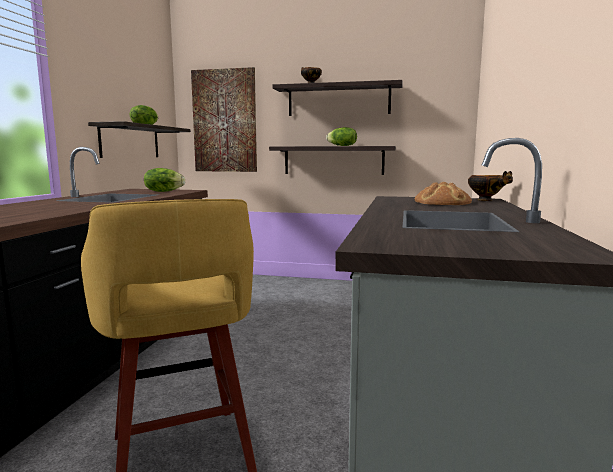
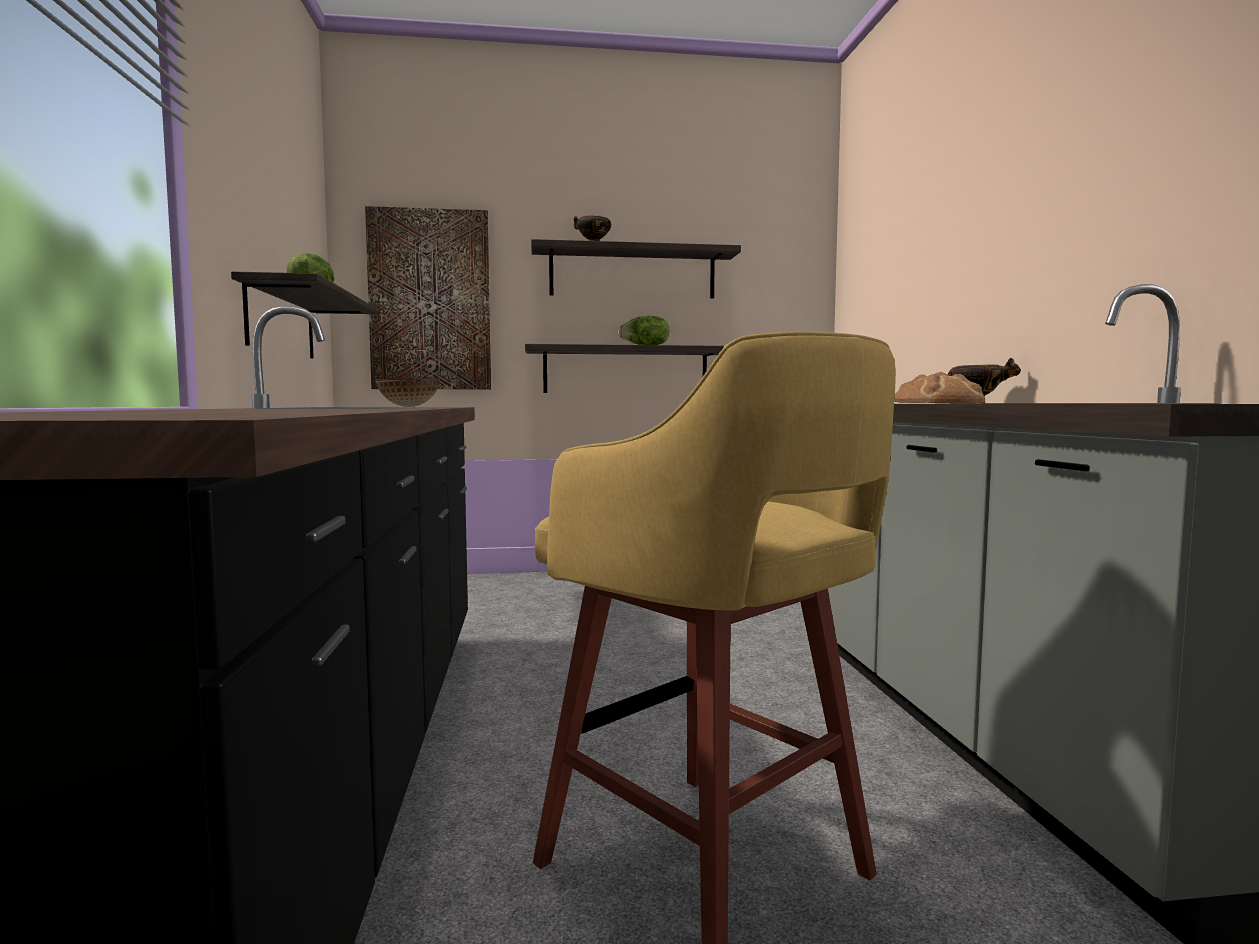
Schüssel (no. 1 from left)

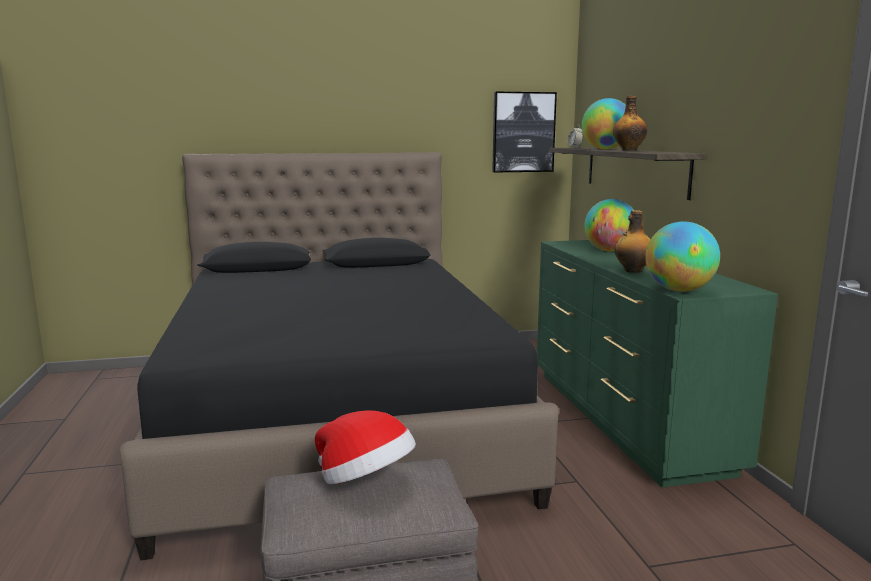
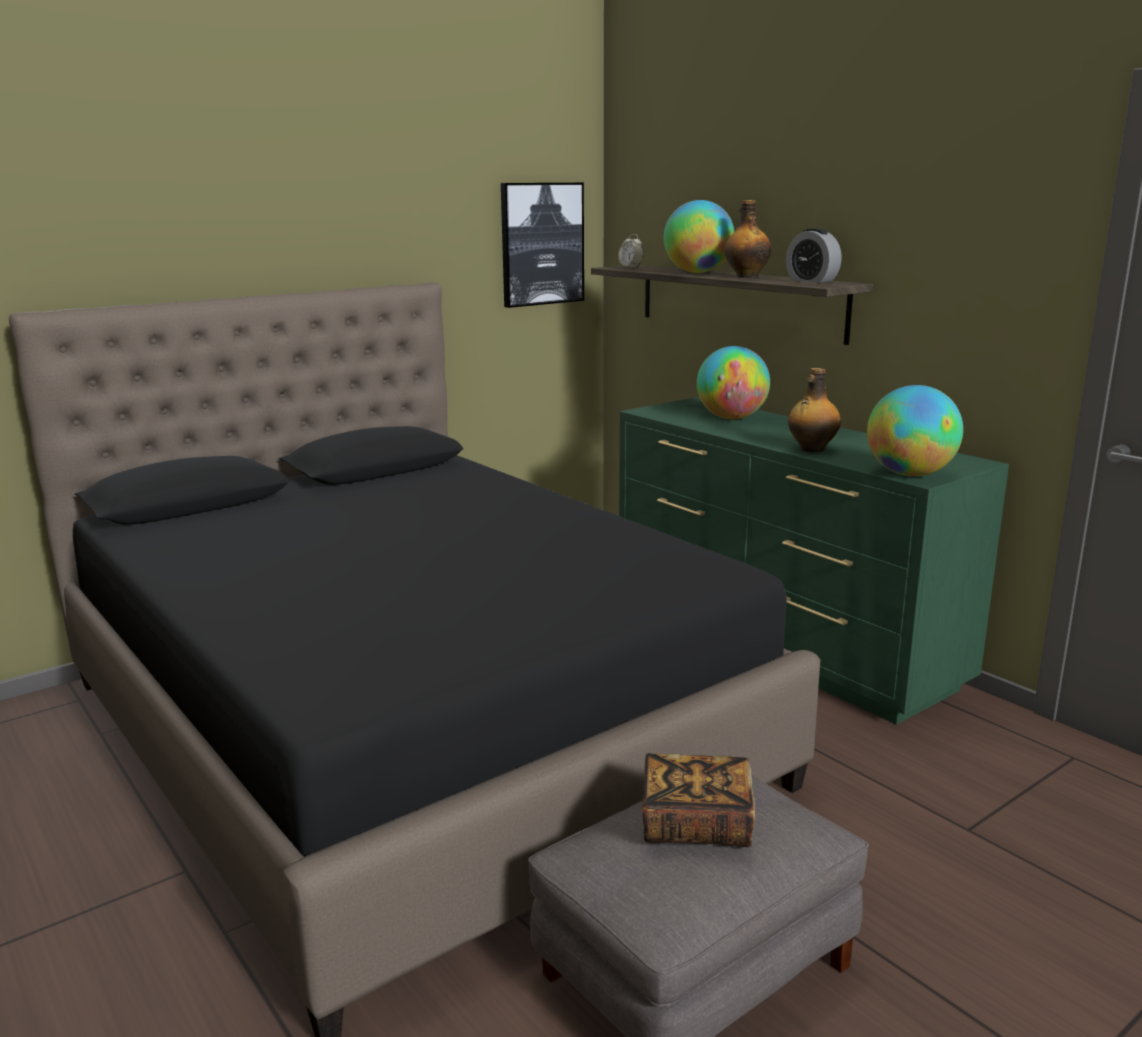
Wecker (no. 2 from left)
Buch

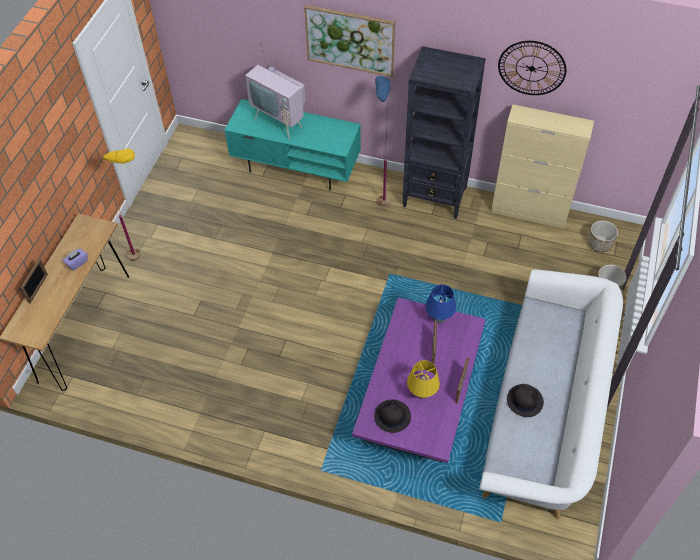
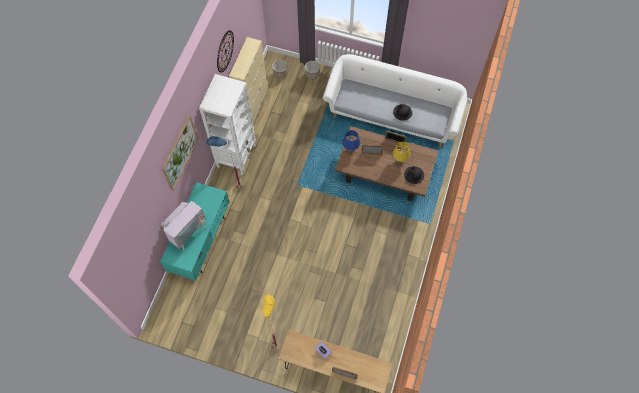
Couchtisch/braun
Bücherregal/weiß

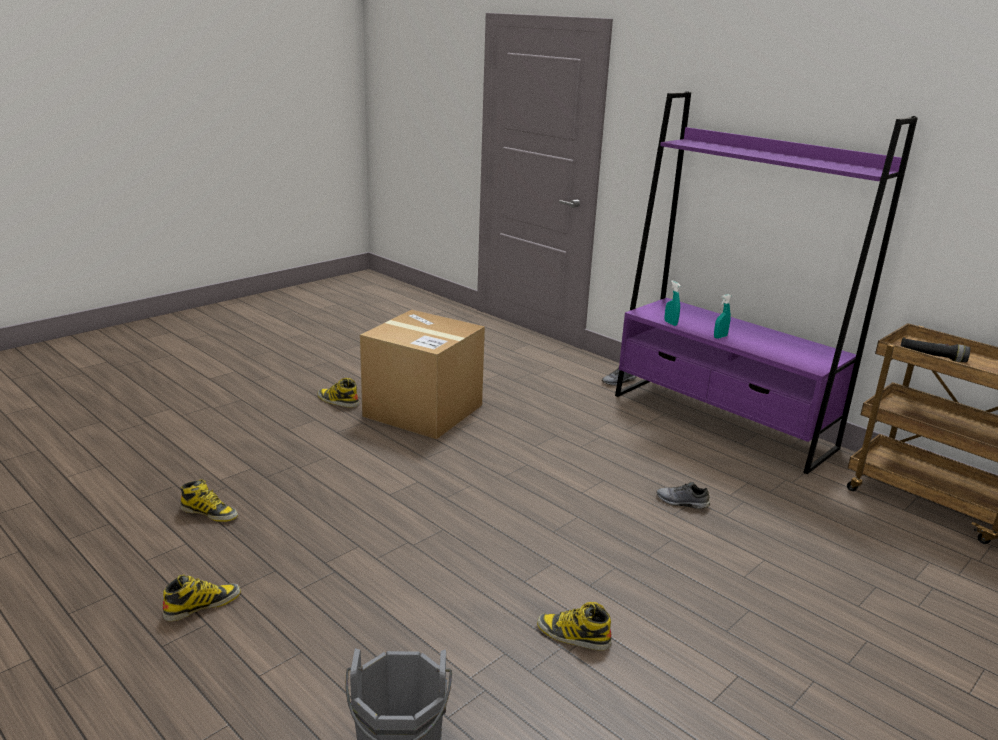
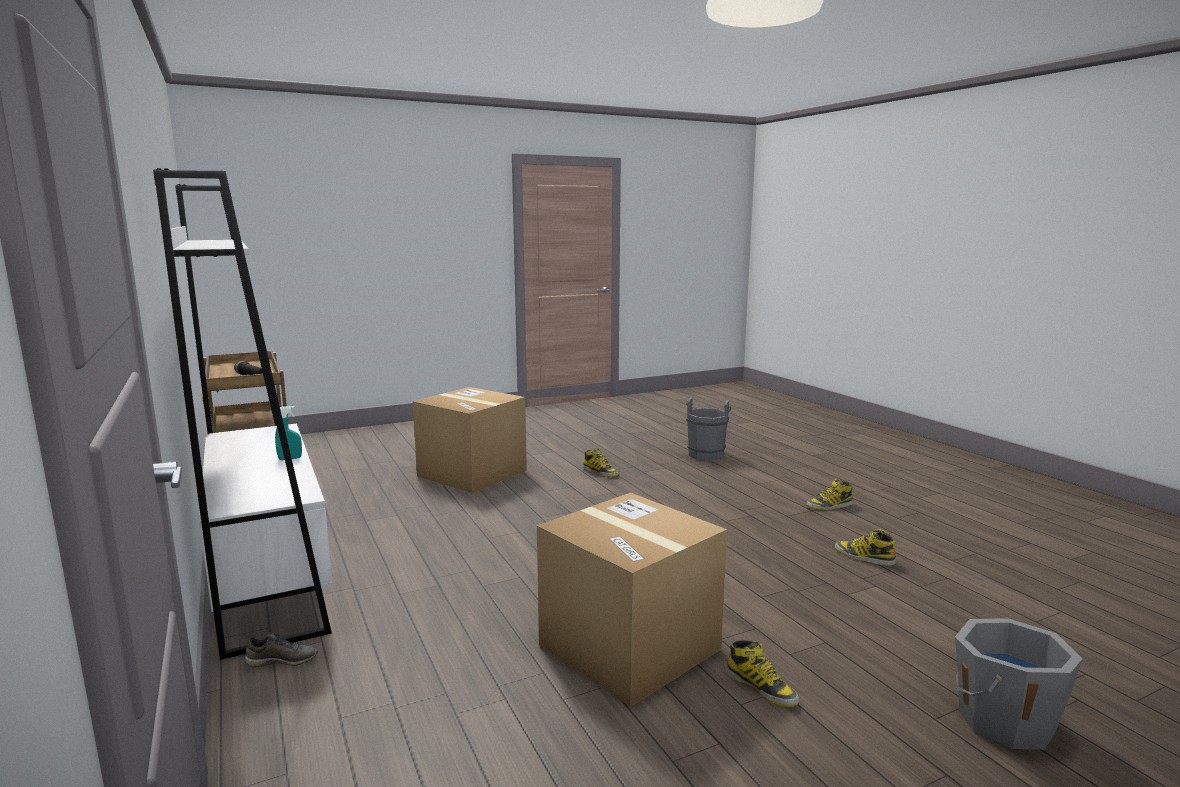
Schuh/grau (no. 2 from left in the first image)
Sprühflasche/türkis (no. 1 from left in the first image)
Karton (no. 1 from left)
Eimer/grau (no. 2 from left)
Bücherregal/weiß

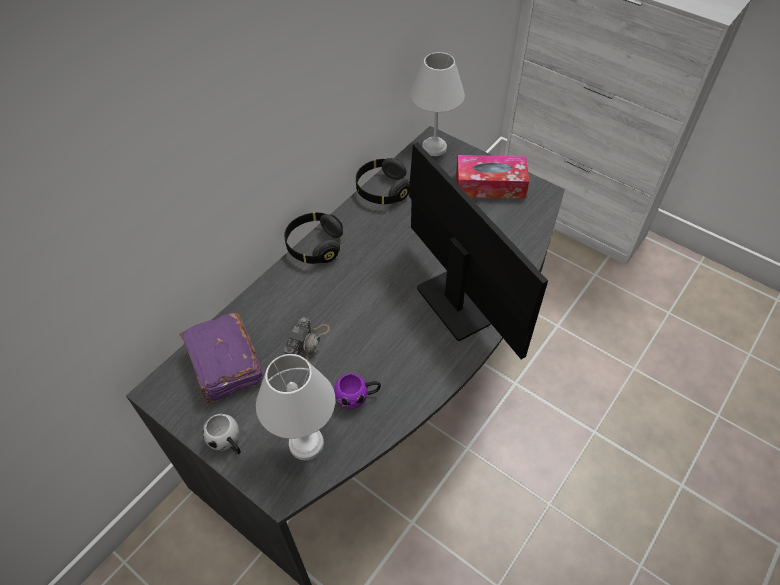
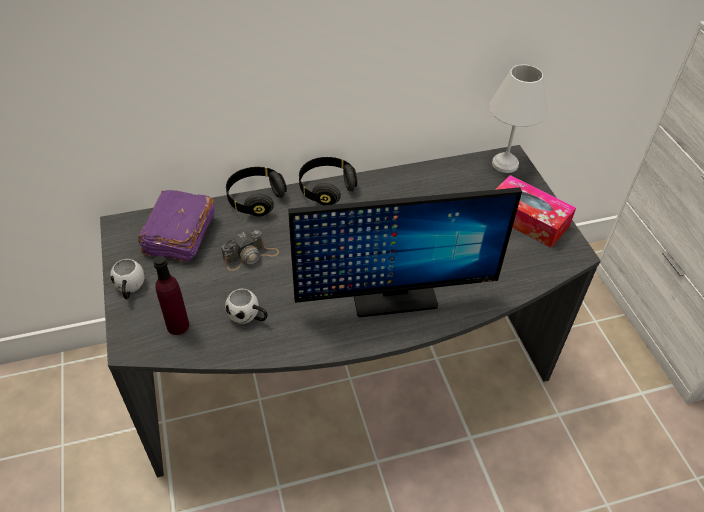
Kopfhörer/schwarz (no. 1 from left)
Flasche/lila
Henkelbecher/weiß (no. 2 from left)
Monitor

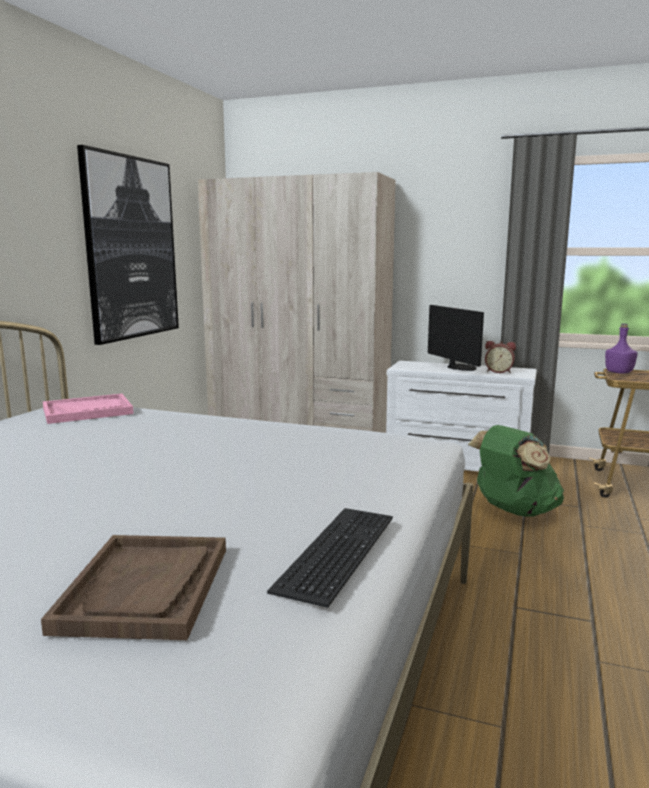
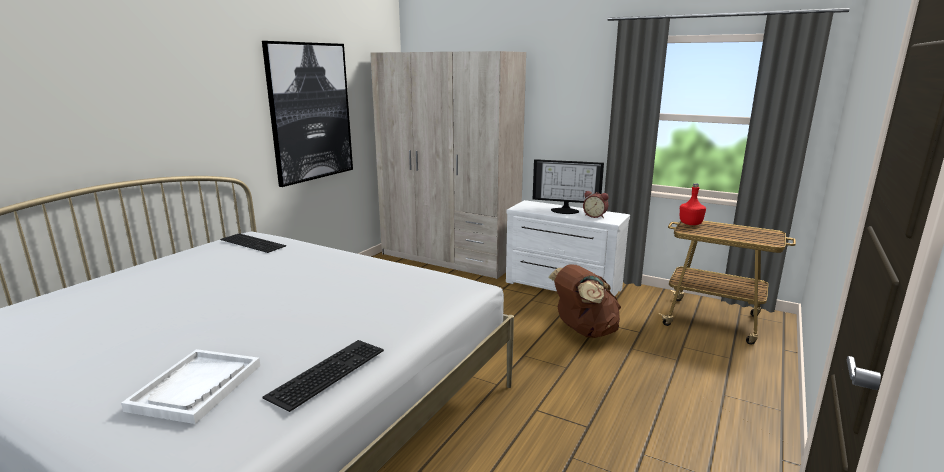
Tastatur (no. 1 from left)
Tablett/weiß
Rucksack/braun
Flasche/rot
Monitor

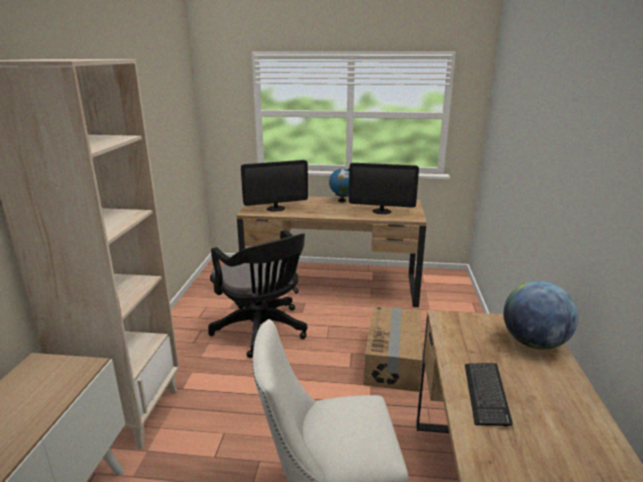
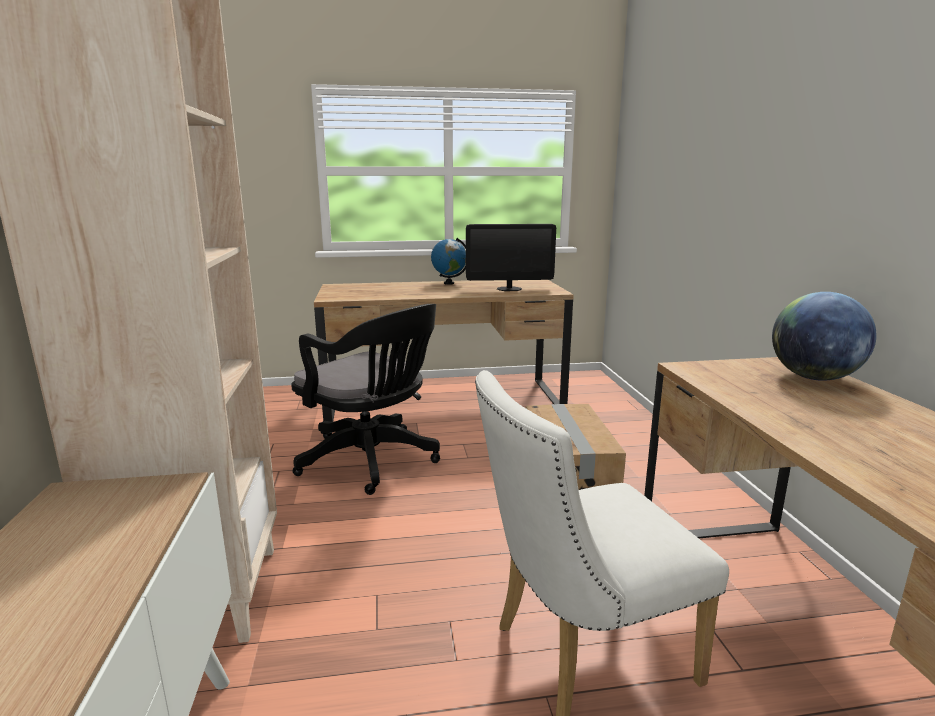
Monitor (no. 1 from left in the first image)
Tastatur

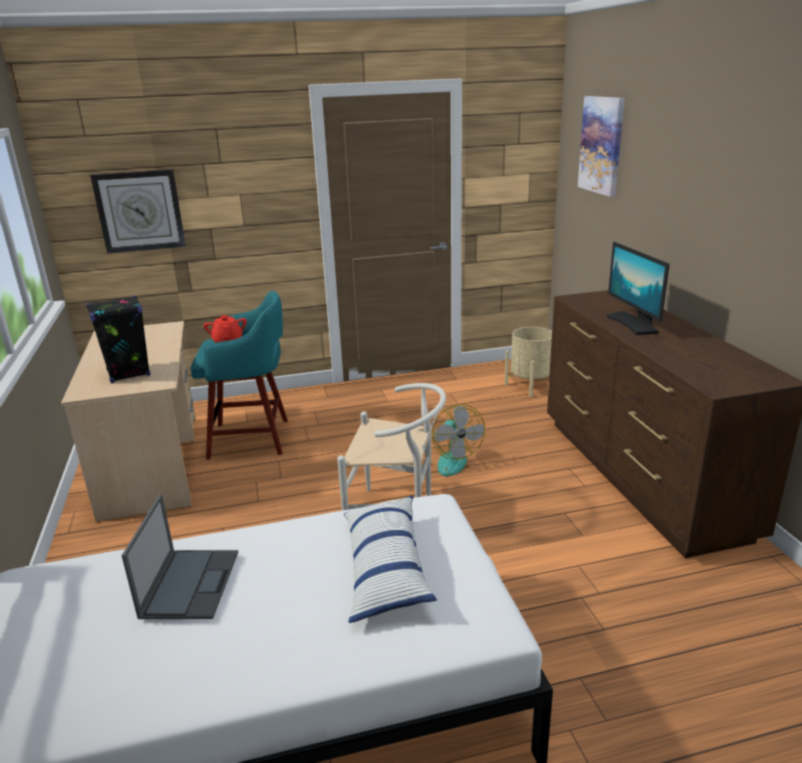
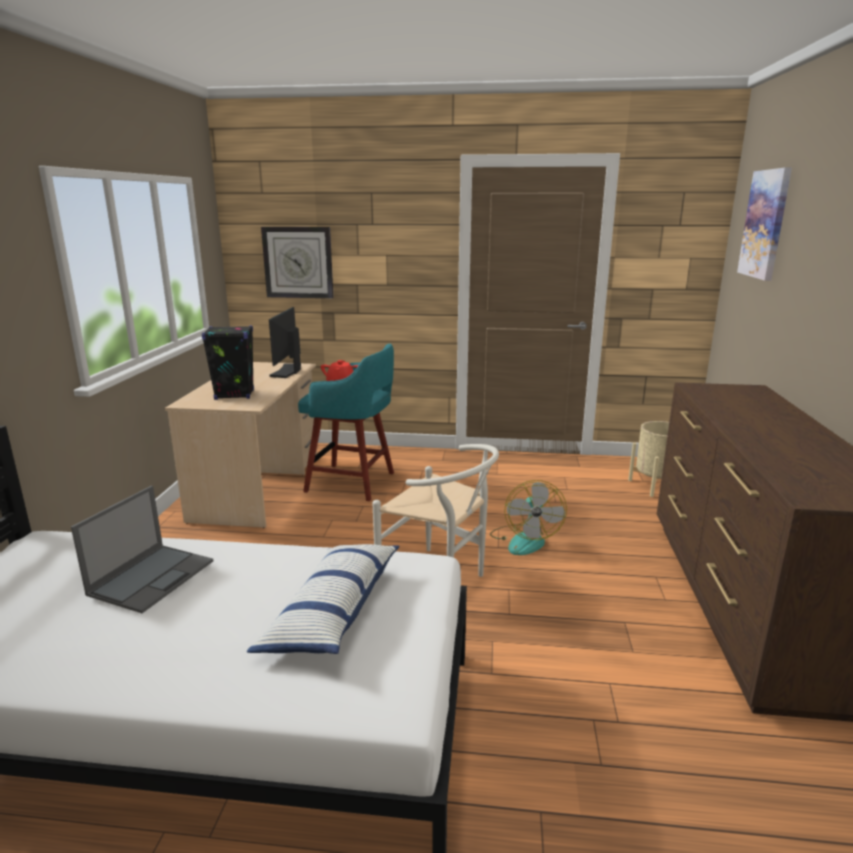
Monitor

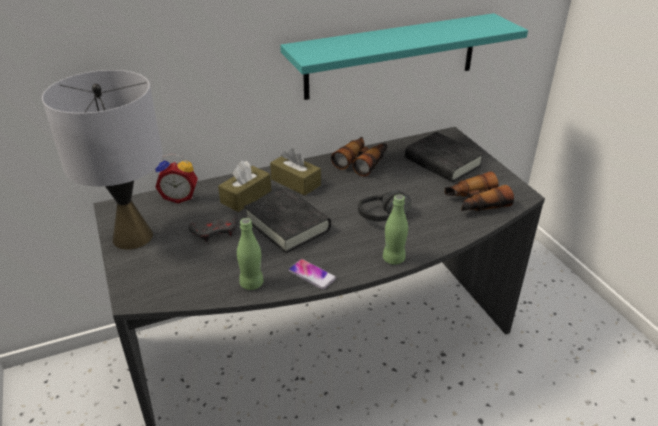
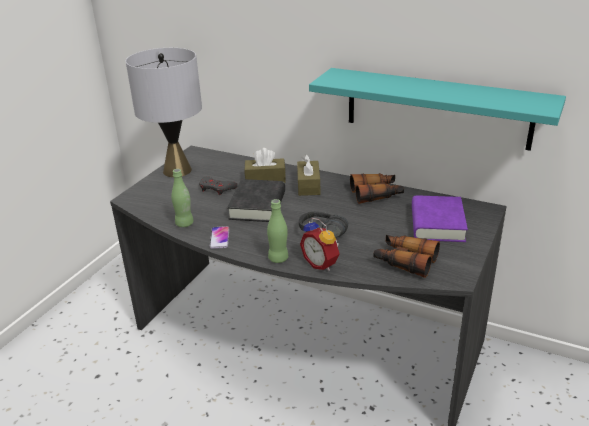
Wecker
Buch/lila

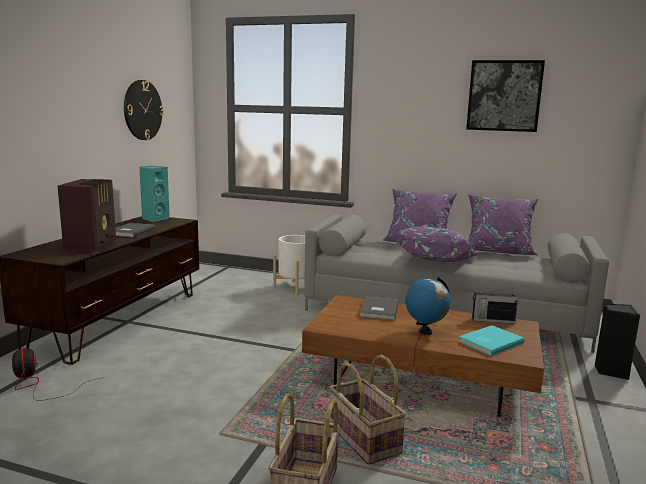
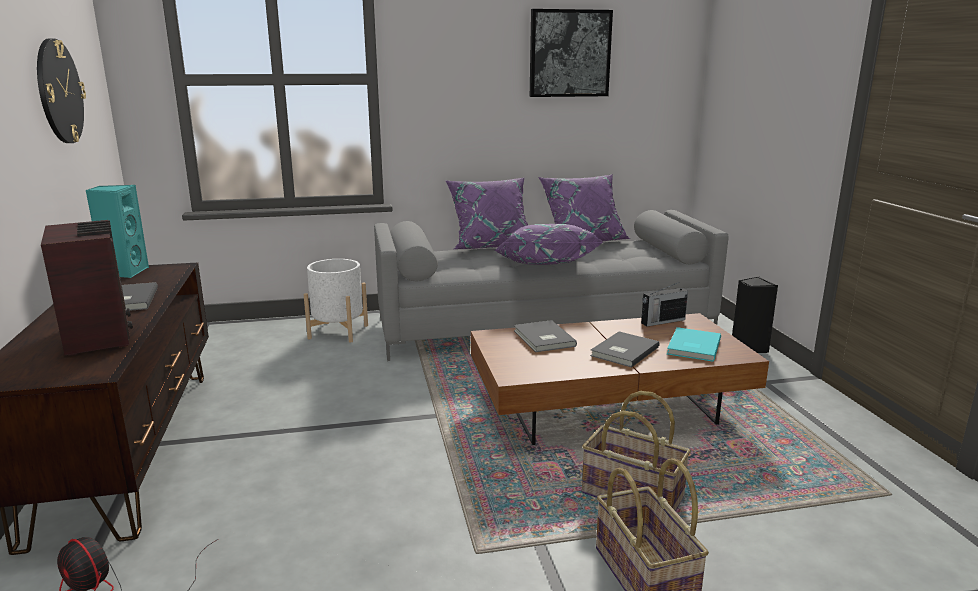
Buch/grau (no. 3 from left)

